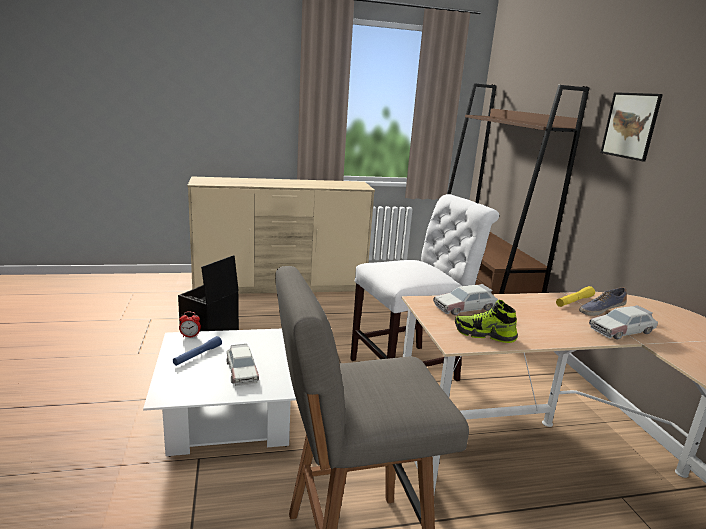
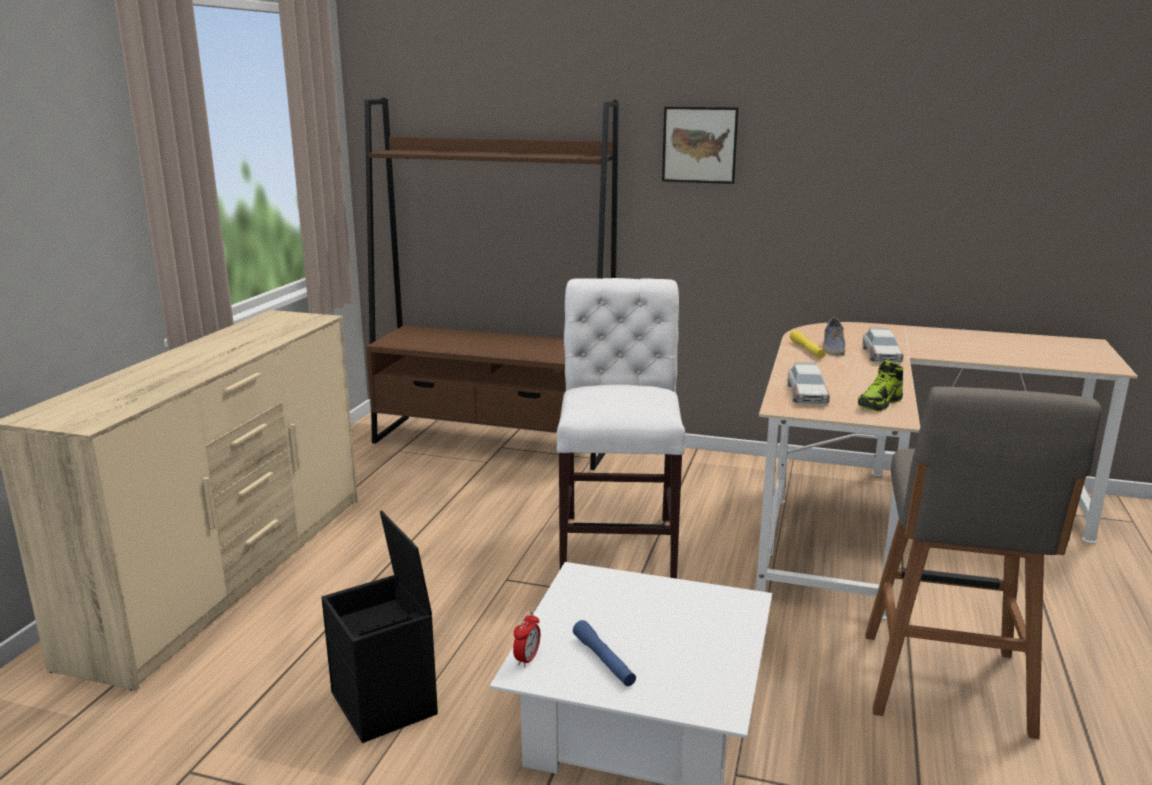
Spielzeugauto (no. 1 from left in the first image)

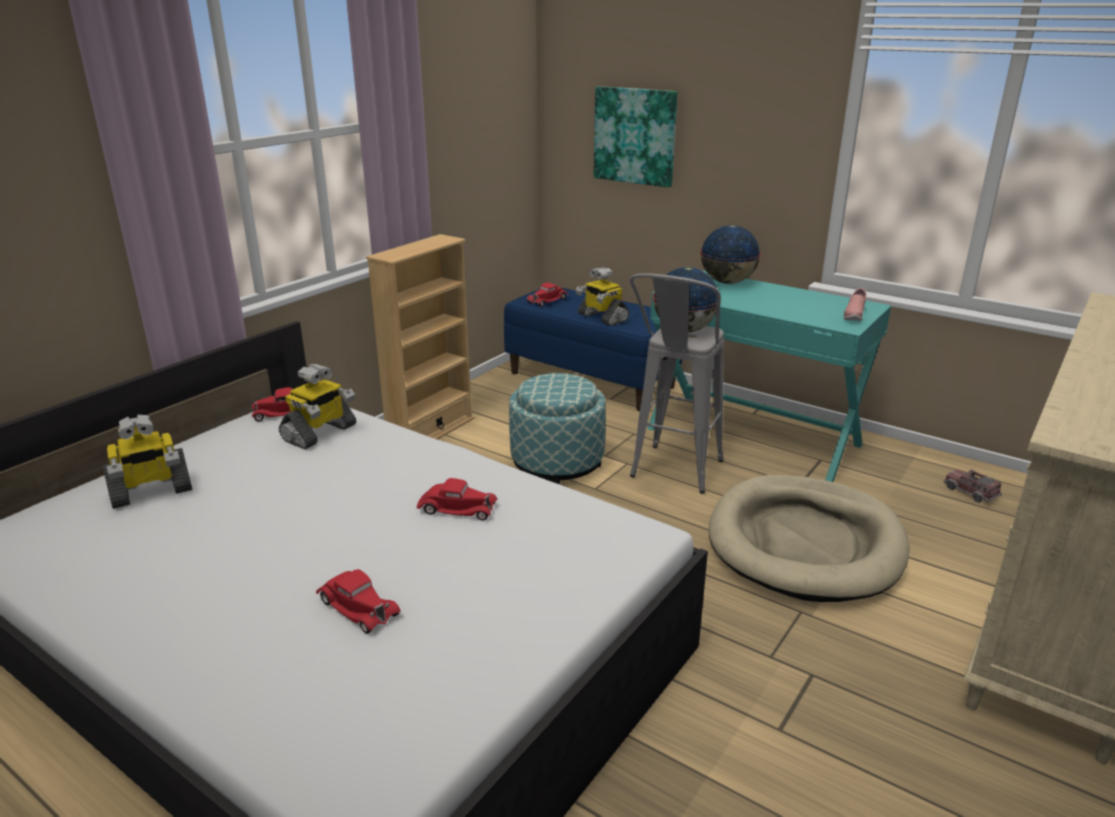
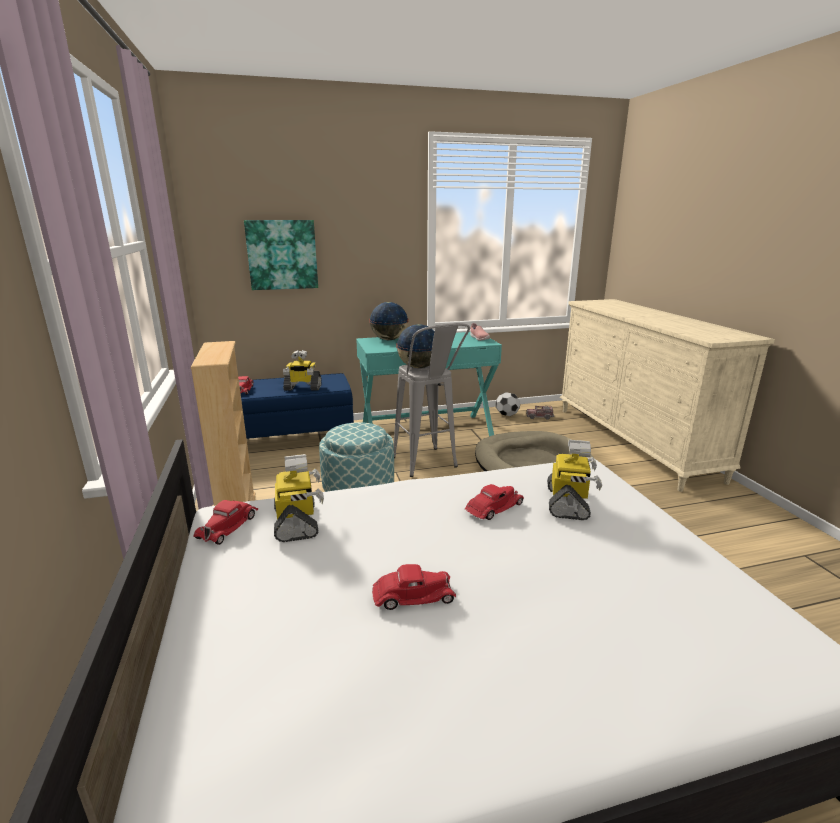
Fußball
Spielzeugroboter (no. 3 from left)
Spielzeugauto/rot (no. 3 from left)

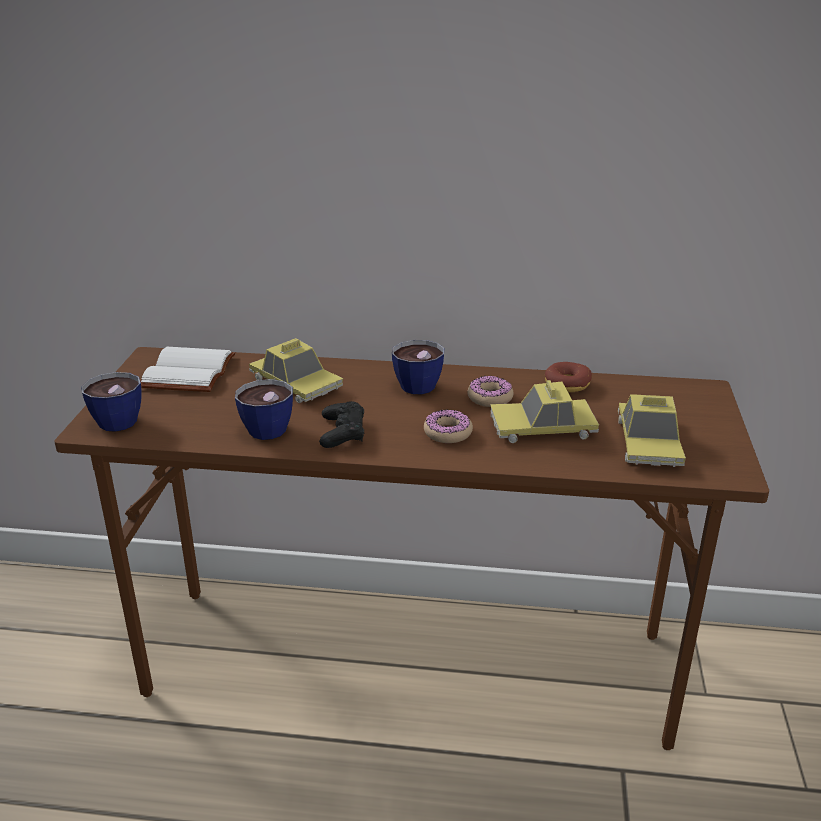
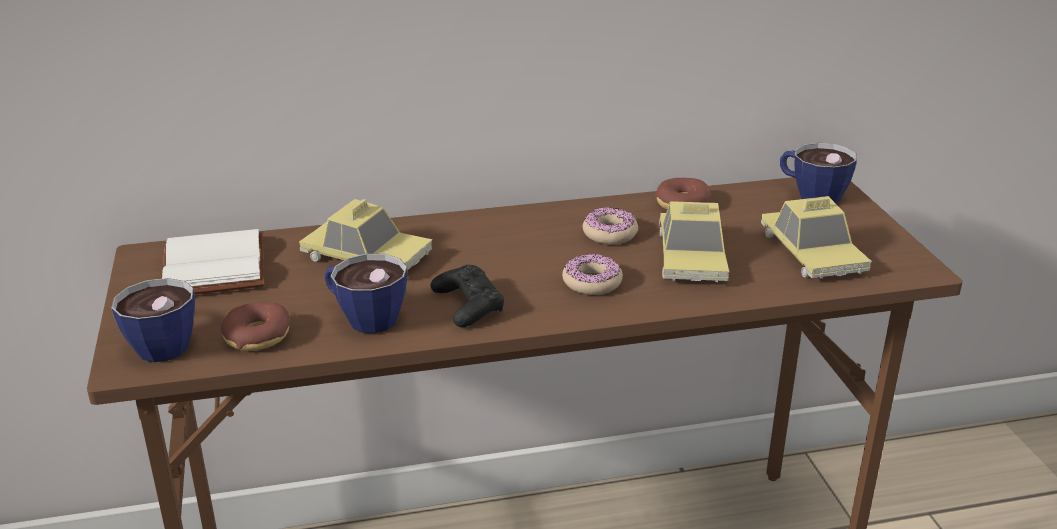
Donut (no. 1 from left)
Tasse (no. 3 from left)
Spielzeugauto (no. 2 from left)

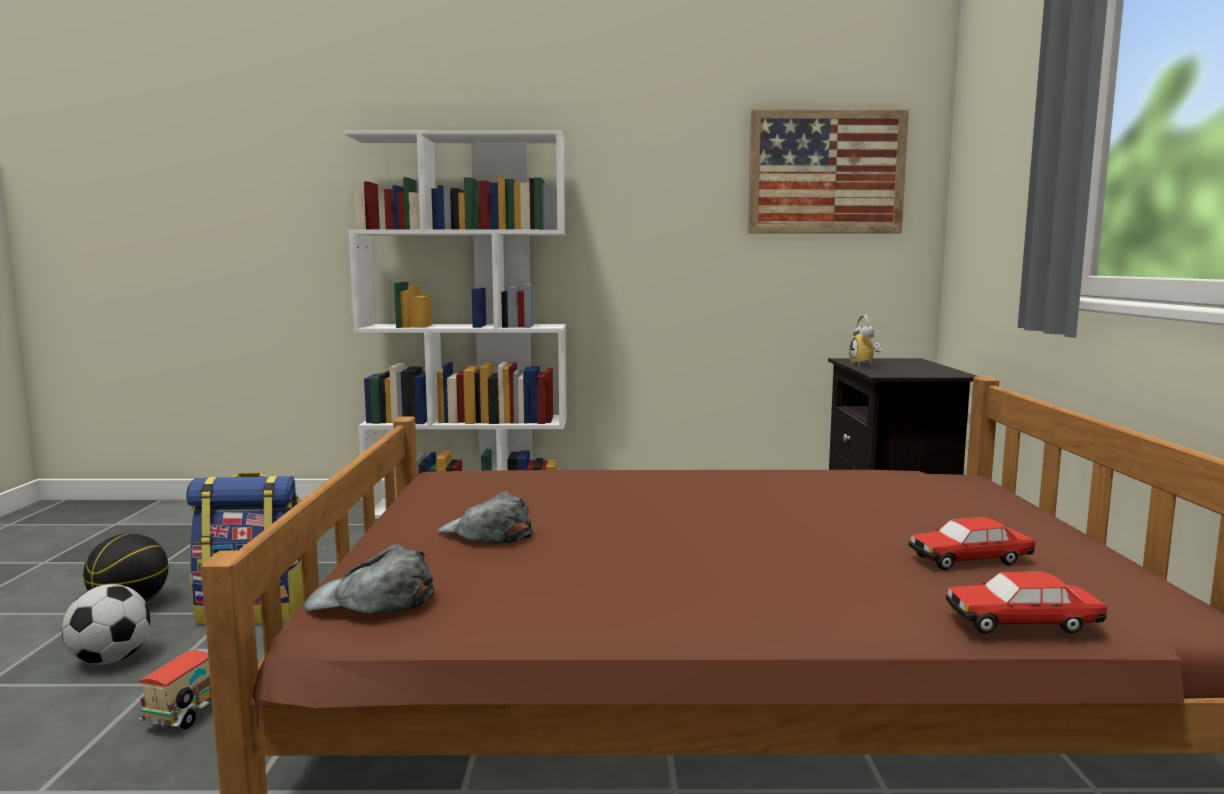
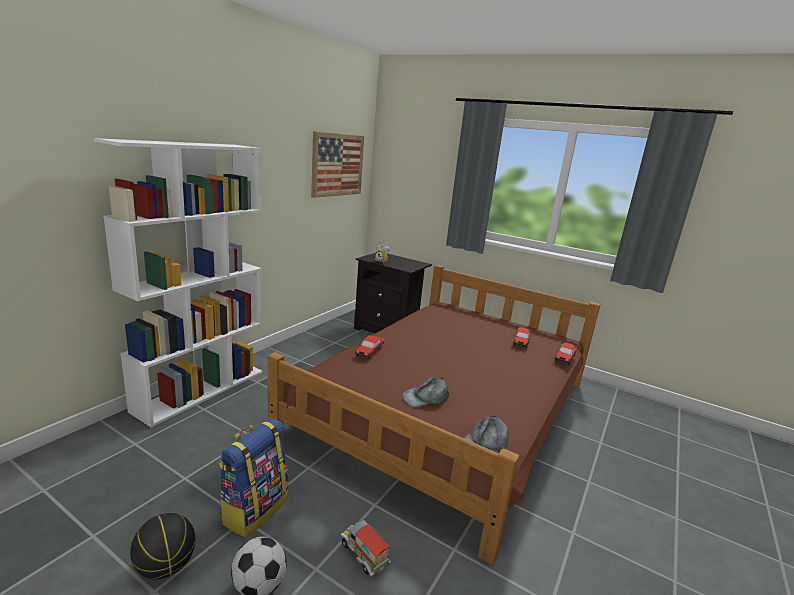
Spielzeugauto (no. 1 from left)

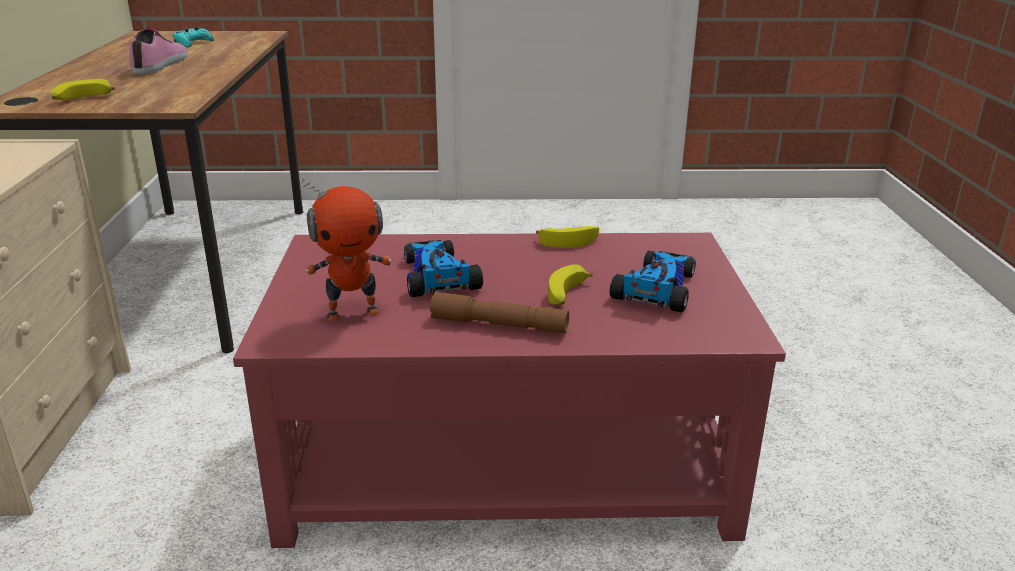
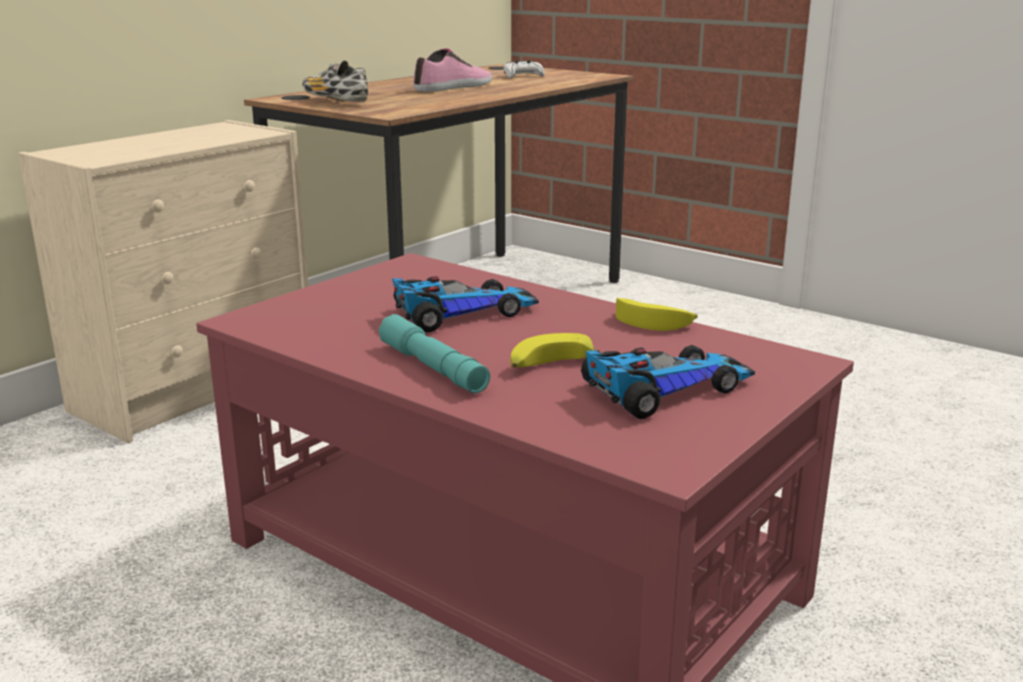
Spielzeugroboter
Schuh (no. 1 from left)
Gamepad/weiß
Taschenlampe/türkis
Spielzeugauto (no. 1 from left)

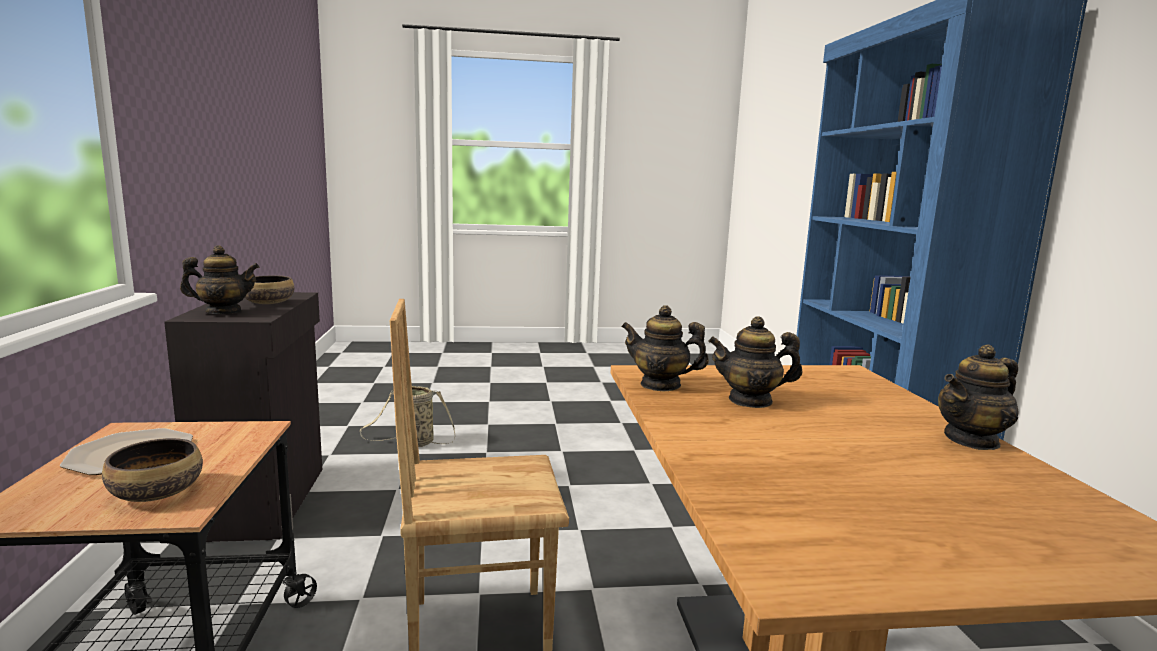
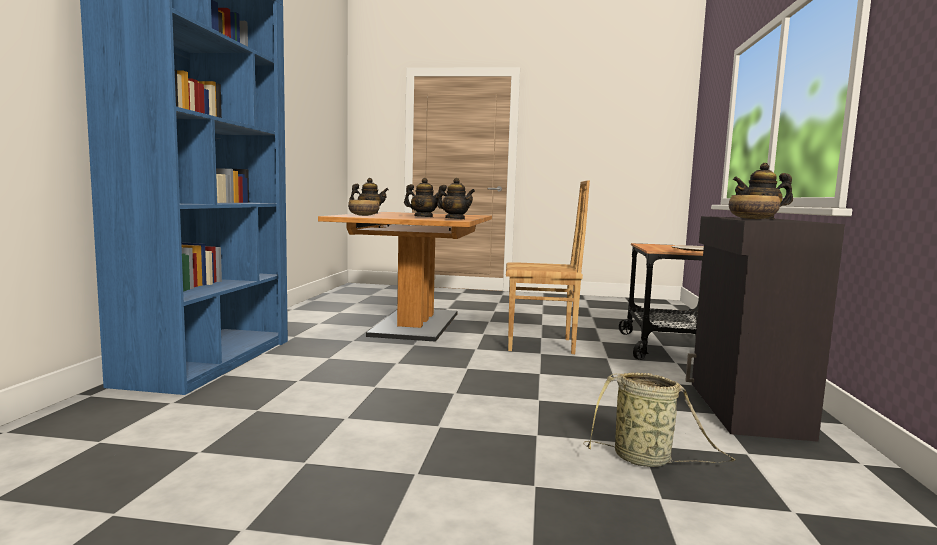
Schüssel (no. 1 from left)

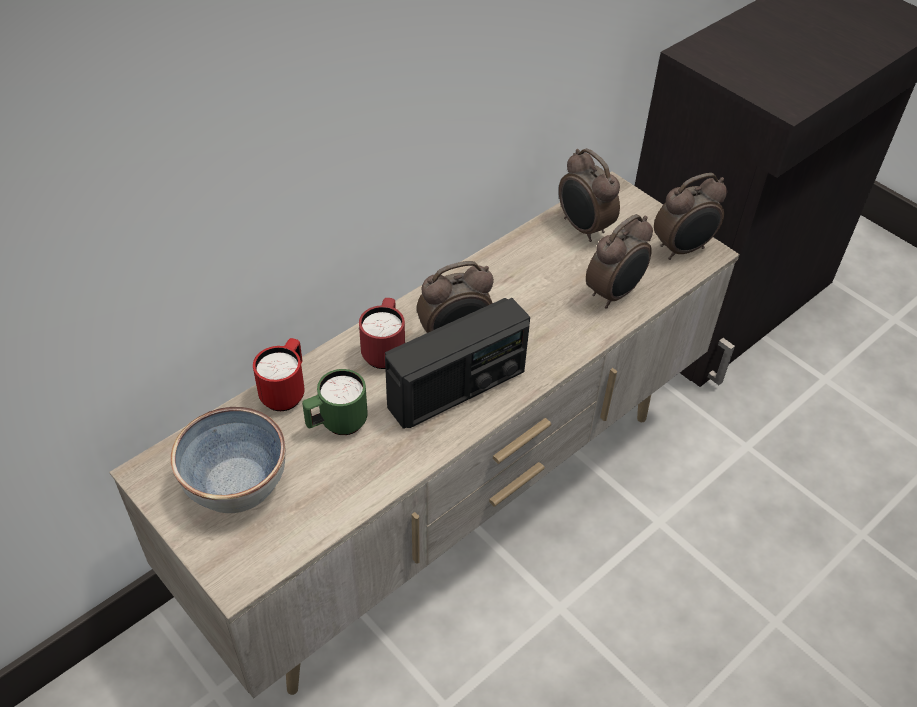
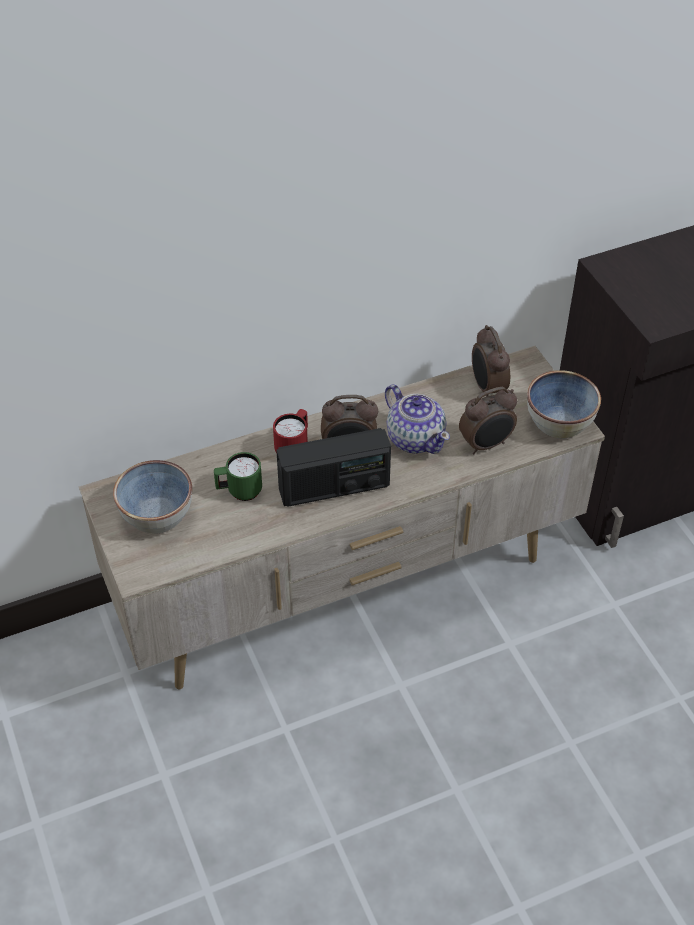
Henkelbecher/rot (no. 1 from left in the first image)
Teekanne
Schüssel (no. 2 from left)

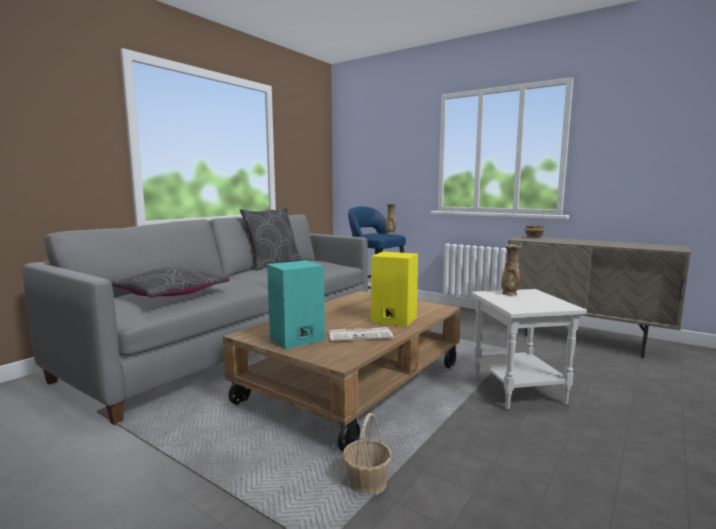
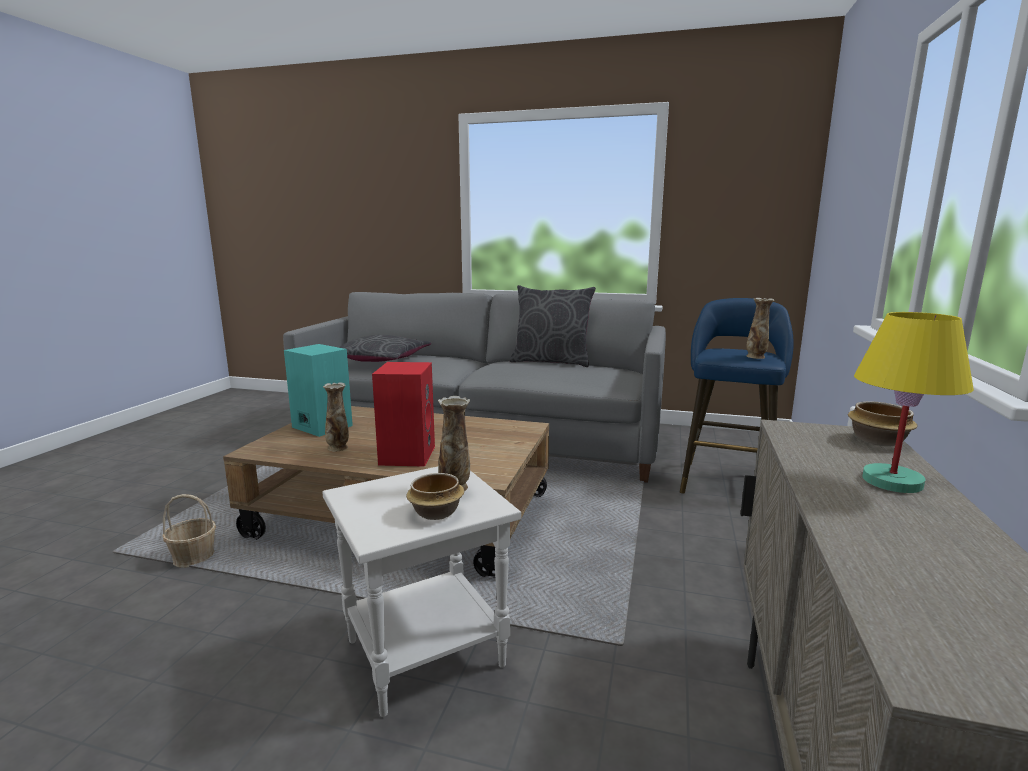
Schüssel (no. 1 from left)
Tischlampe/gelb
Vase (no. 1 from left)
Lautsprecher/rot

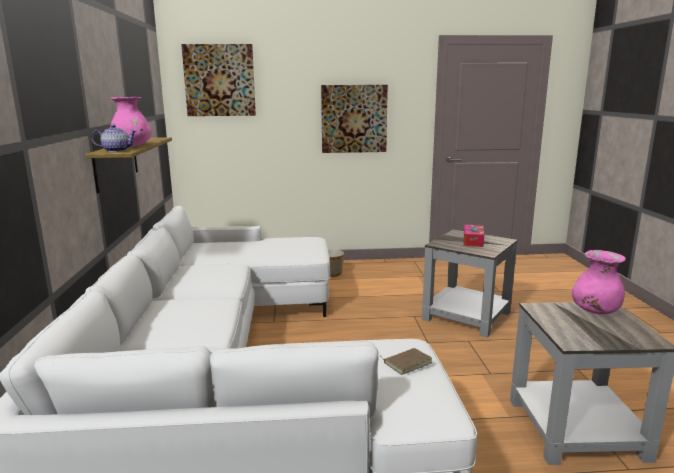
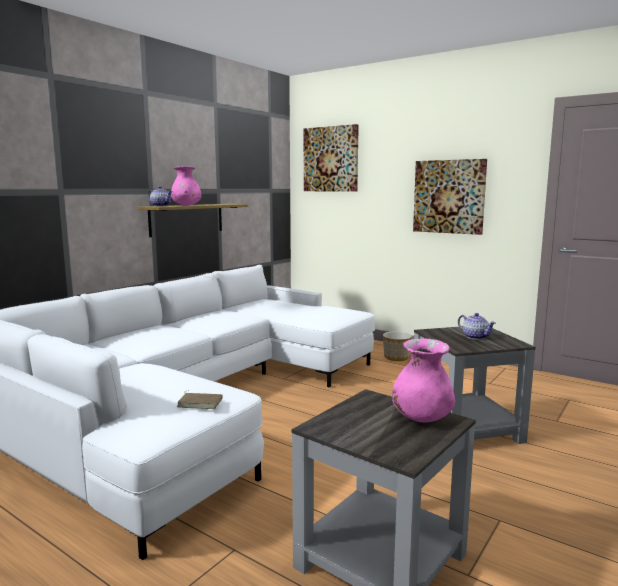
Teekanne (no. 2 from left)

